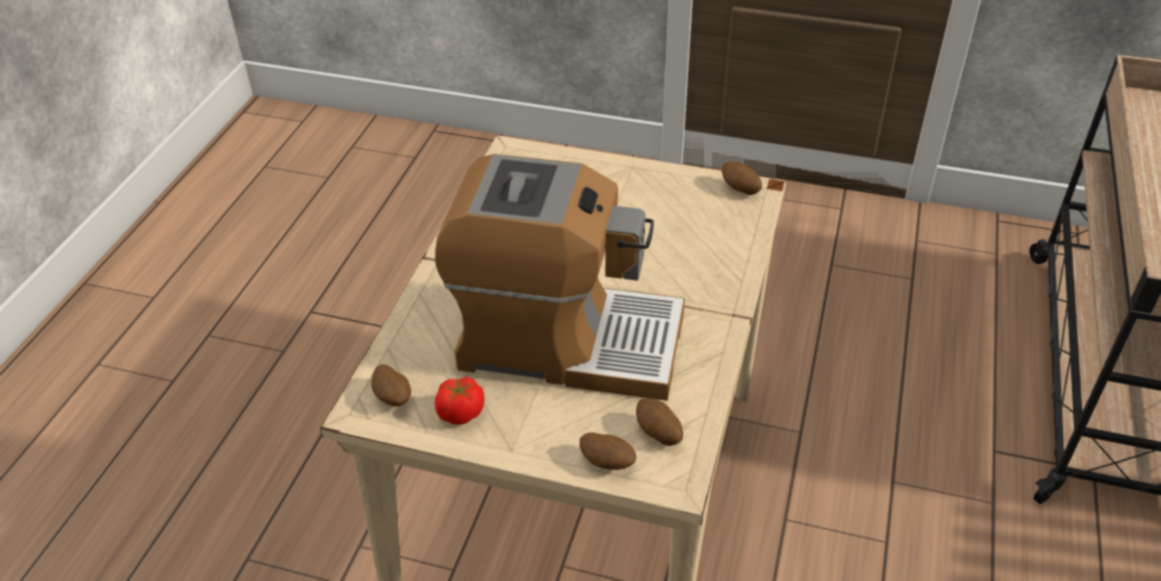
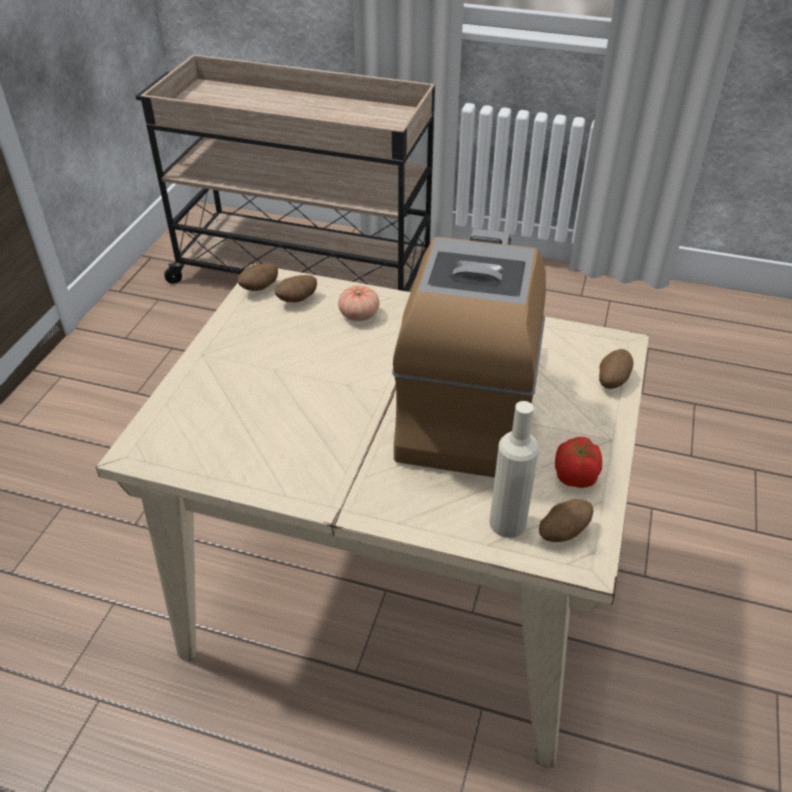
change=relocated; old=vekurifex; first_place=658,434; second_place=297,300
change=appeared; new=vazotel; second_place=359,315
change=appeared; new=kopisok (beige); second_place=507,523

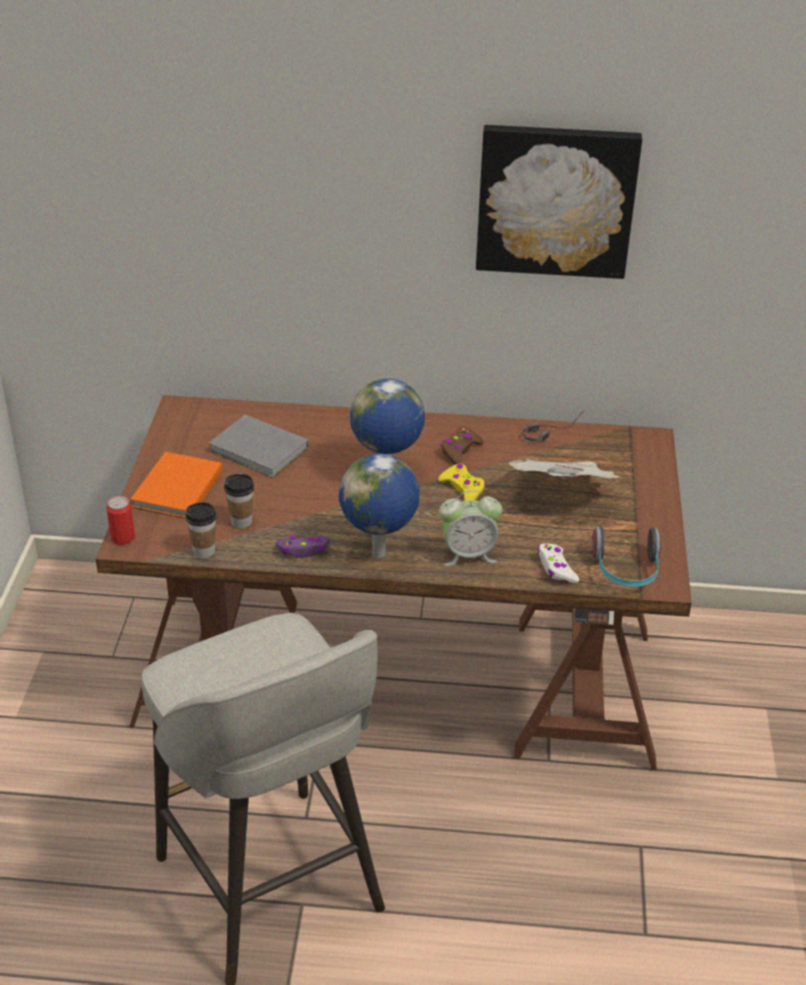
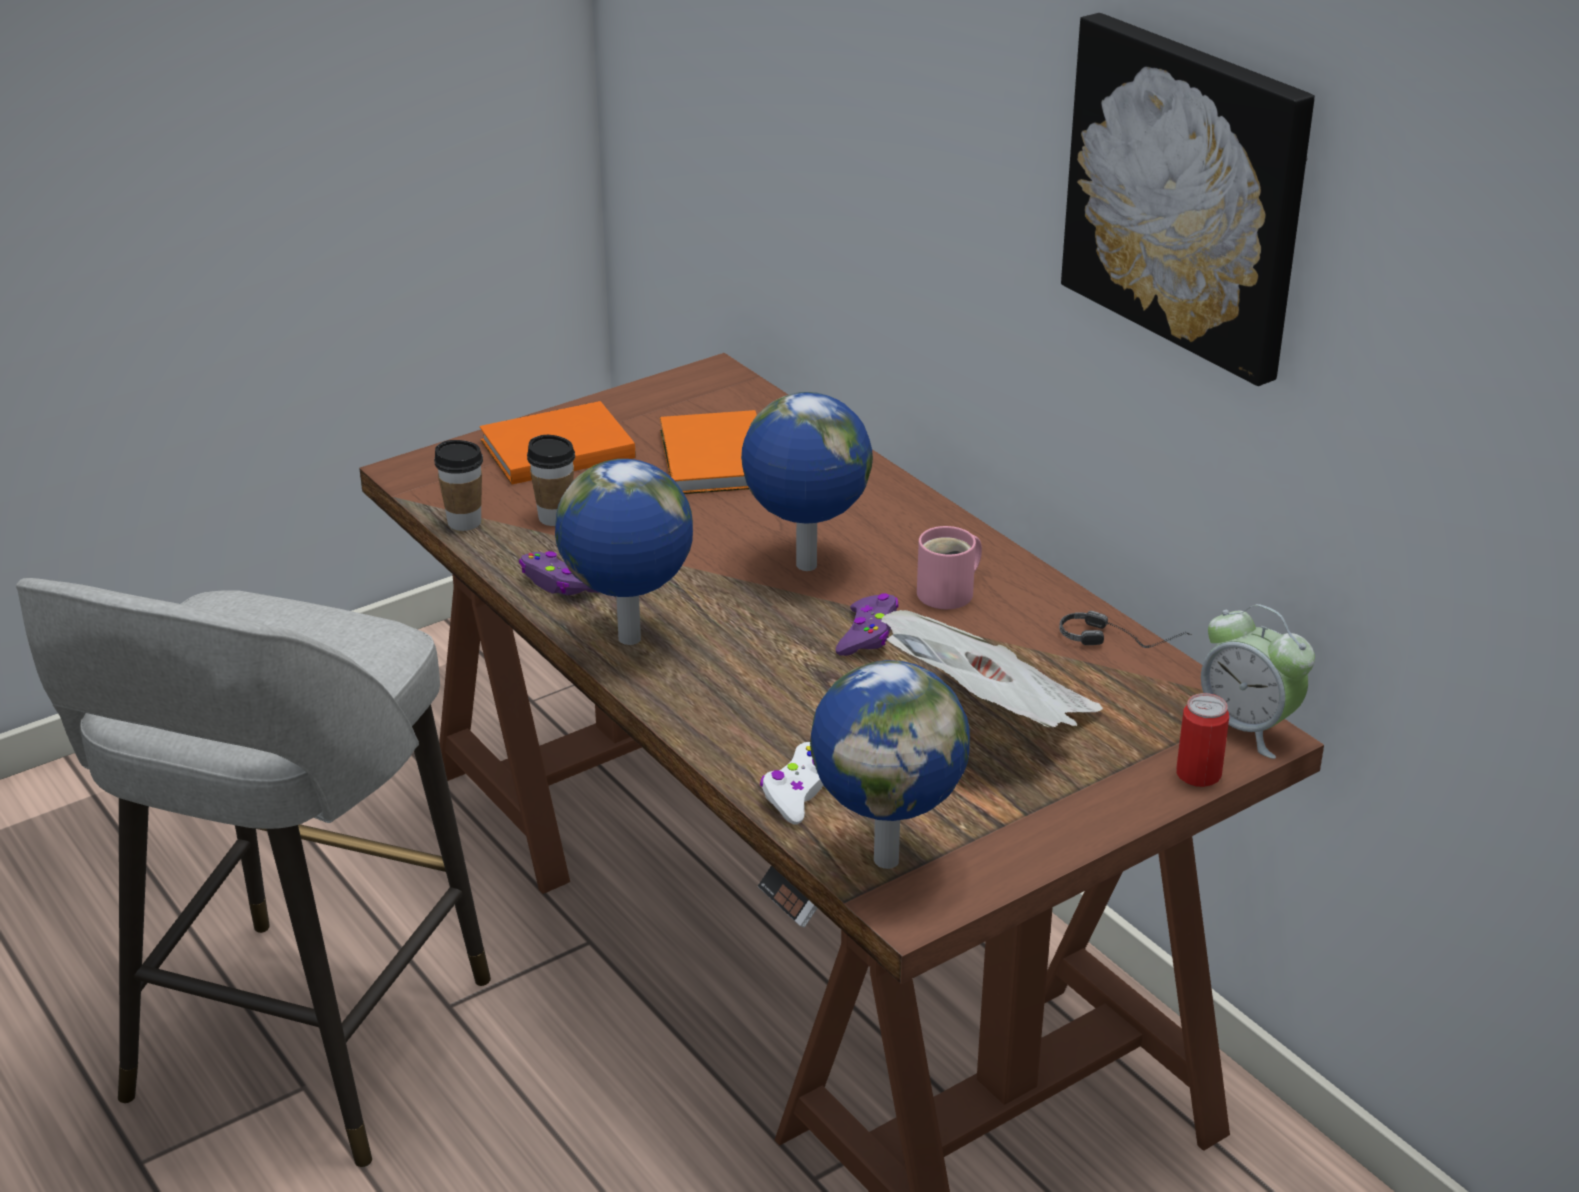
change=colour; old=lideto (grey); new=lideto (orange); first_place=260,451; second_place=713,461
change=exchanged; old=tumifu; new=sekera; first_place=626,571; second_place=887,858
change=colour; old=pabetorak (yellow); new=pabetorak (purple); first_place=462,488; second_place=868,634
change=exchanged; old=pabetorak (brown); new=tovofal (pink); first_place=460,450; second_place=950,593
change=relocated; old=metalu; first_place=123,538; second_place=1198,774
change=relocated; old=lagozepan; first_place=468,554; second_place=1247,728

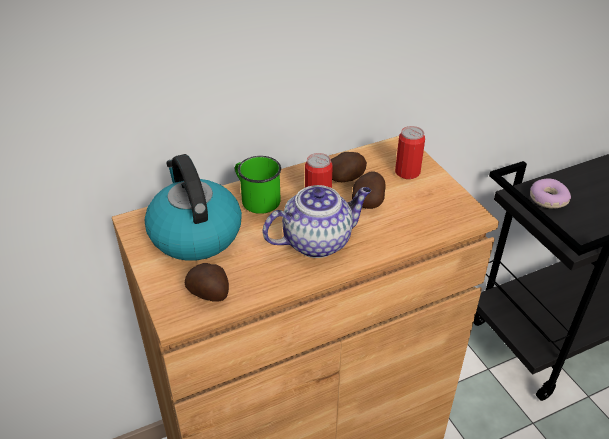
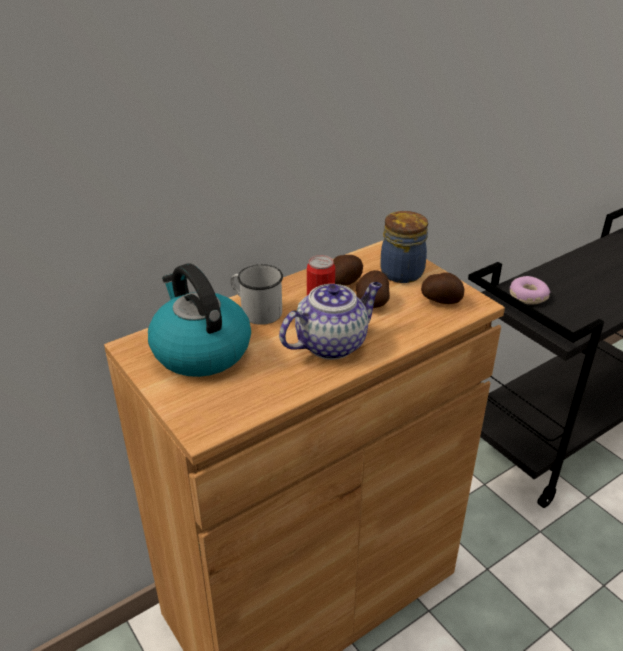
change=colour; old=tovofal (green); new=tovofal (white); first_place=256,198; second_place=256,311
change=exchanged; old=metalu; new=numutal; first_place=407,172; second_place=402,272
change=relocated; old=vekurifex; first_place=210,294; second_place=441,301

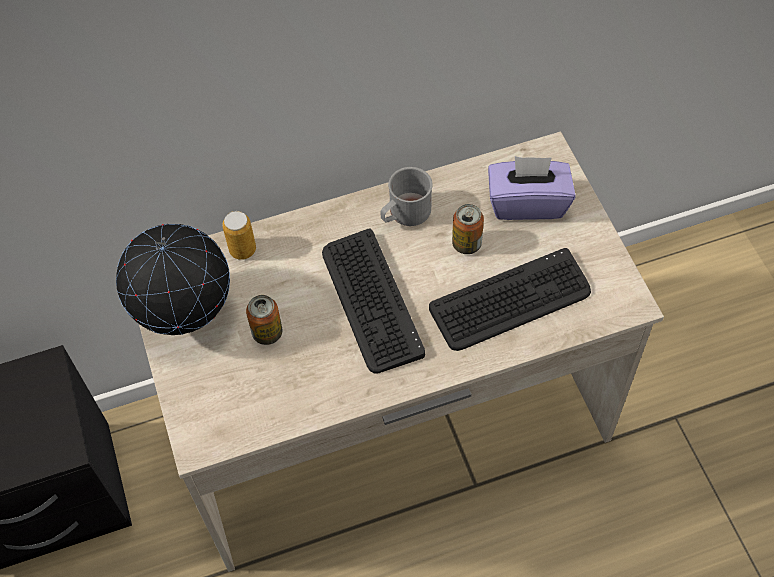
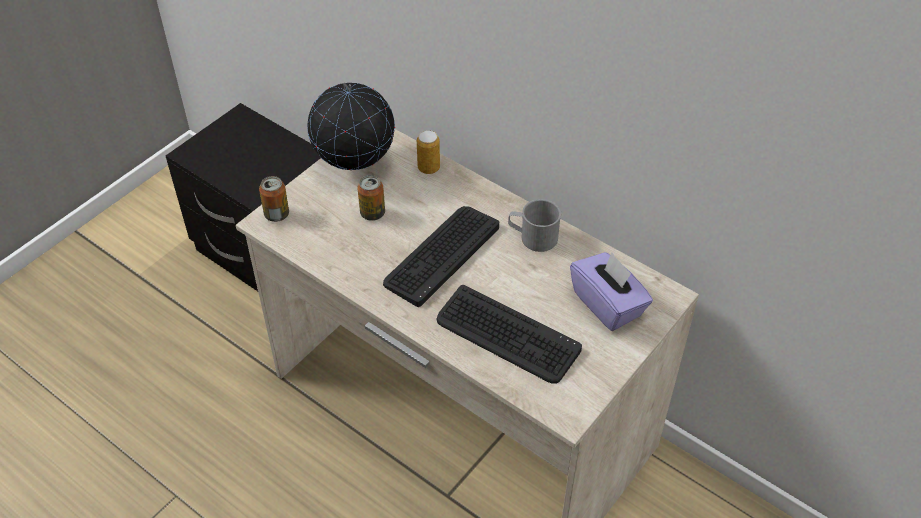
change=relocated; old=metalu; first_place=466,244; second_place=277,214

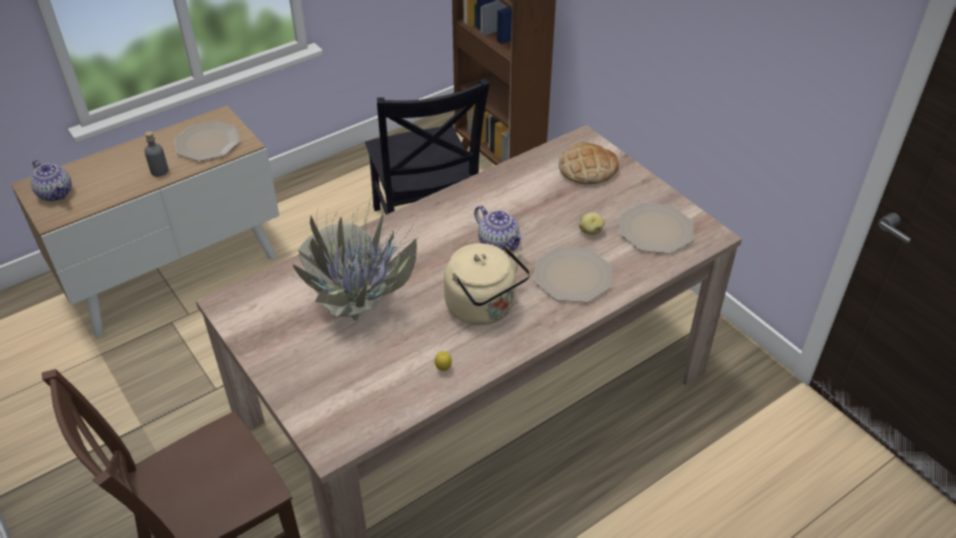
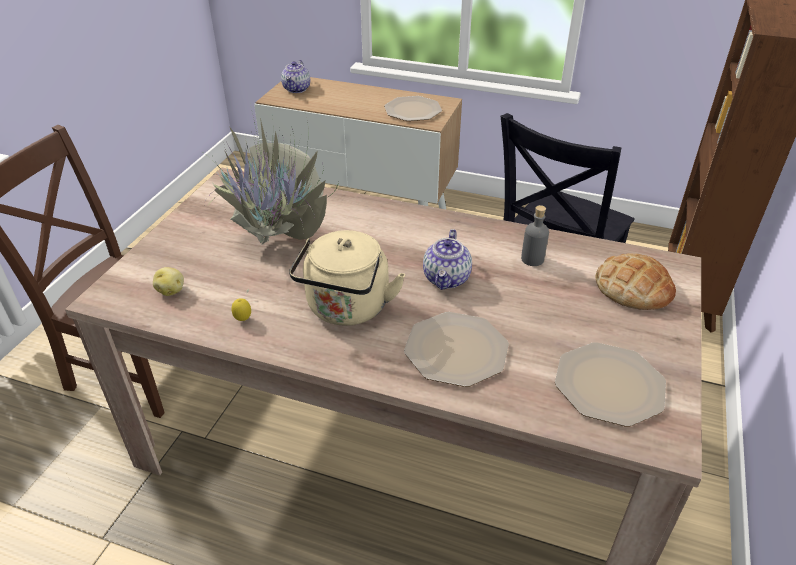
change=relocated; old=vekurifex; first_place=590,231; second_place=171,290
change=relocated; old=kopisok (grey); first_place=159,171; second_place=532,259

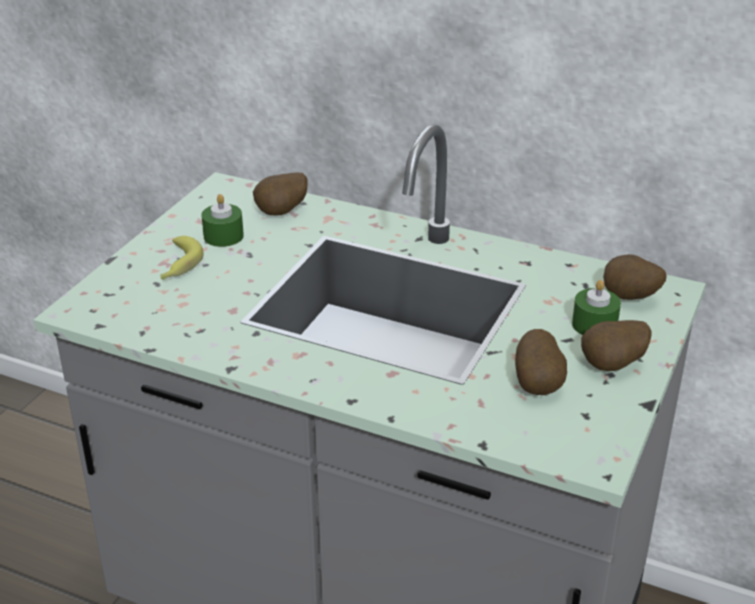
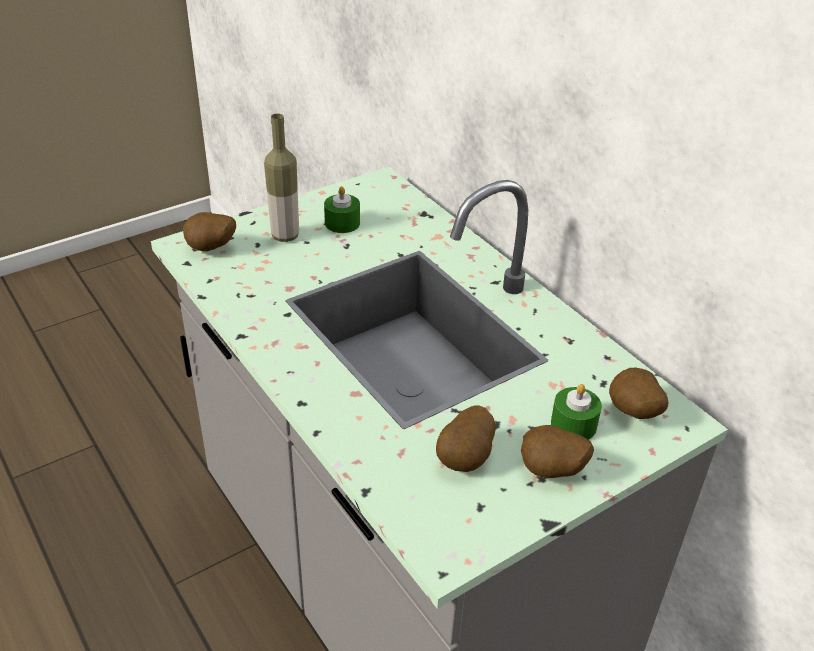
change=relocated; old=vekurifex; first_place=282,213; second_place=211,249
change=exchanged; old=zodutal; new=kopisok; first_place=177,266; second_place=285,236

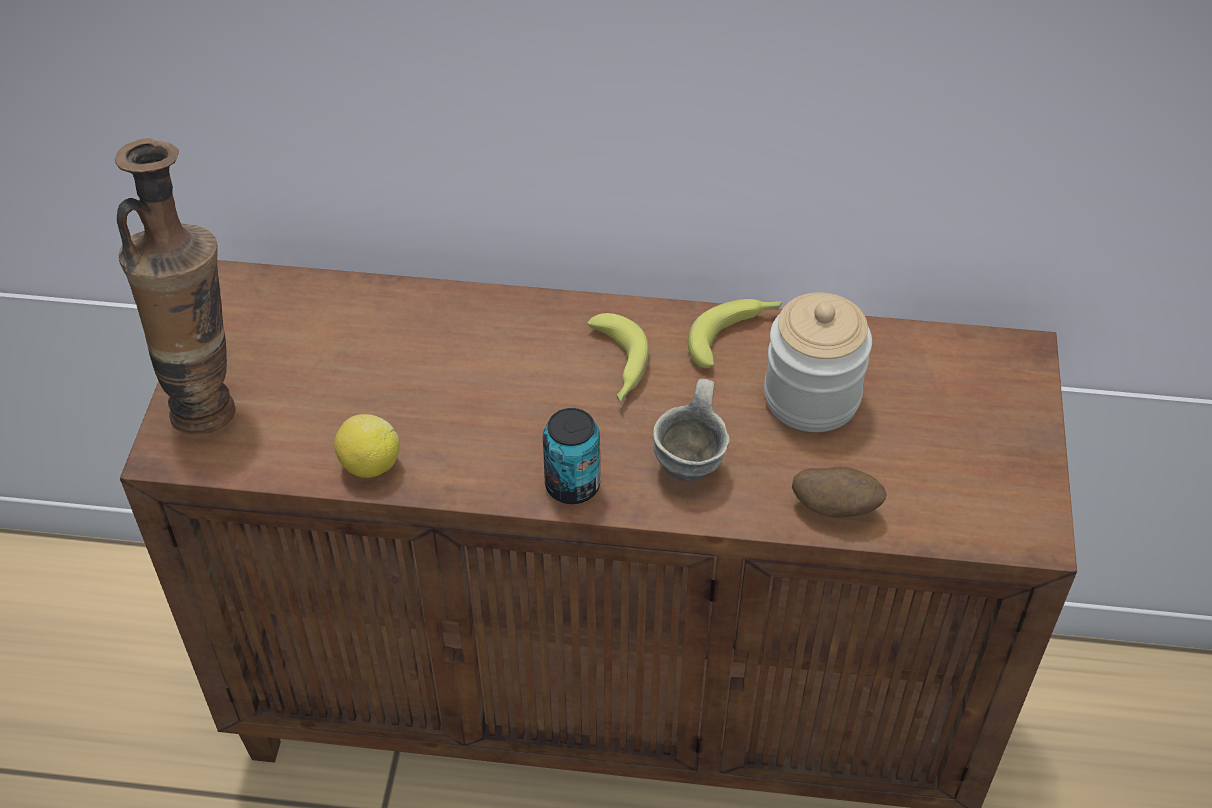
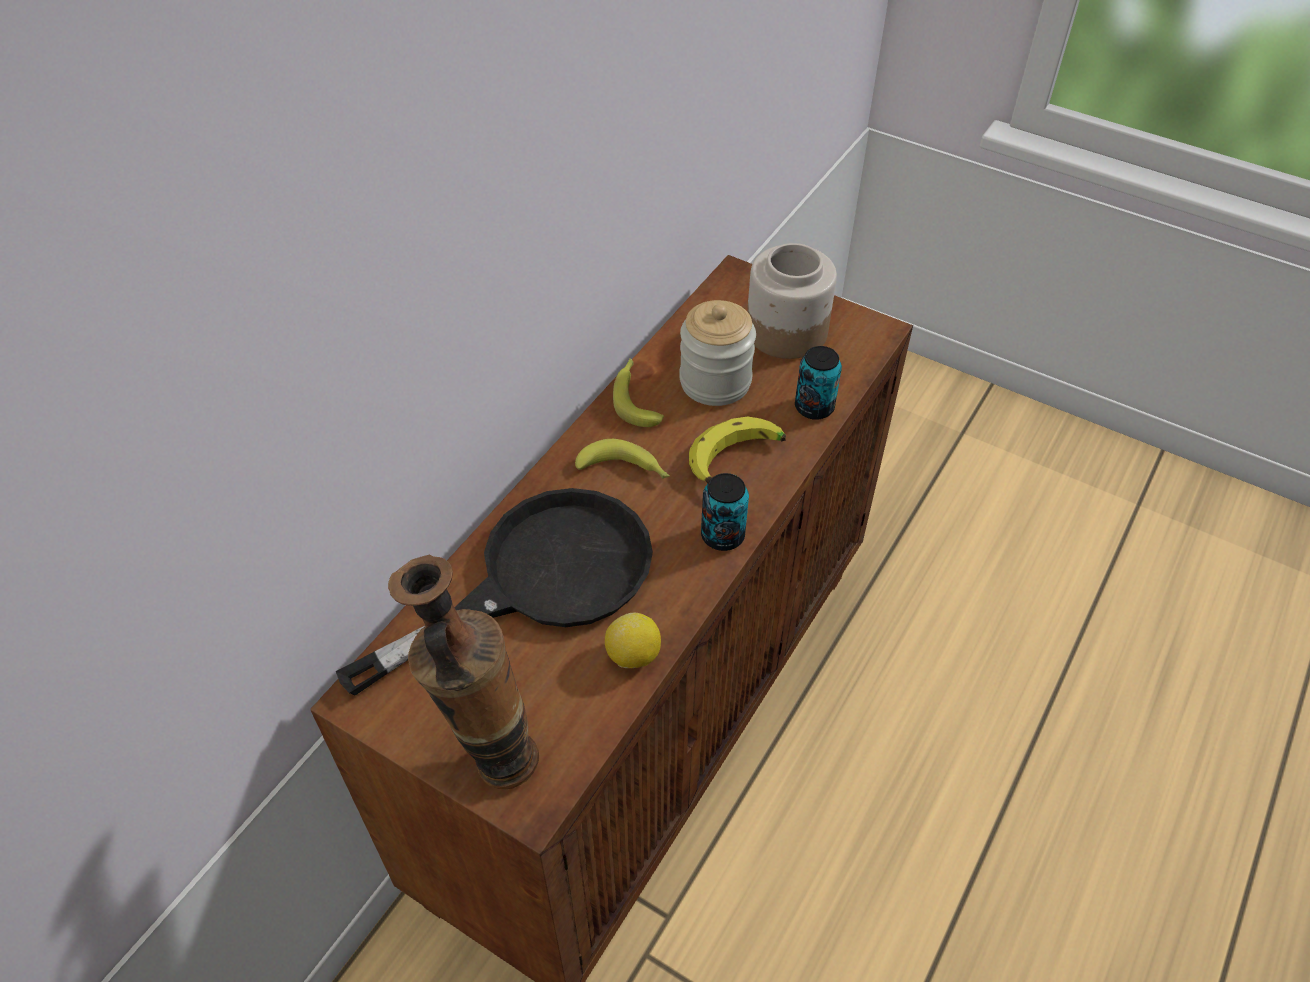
change=appeared; new=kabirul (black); second_place=539,580
change=exchanged; old=tovofal (grey); new=zodutal; first_place=694,463; second_place=738,462
change=appeared; new=numutal; second_place=785,332
change=exchanged; old=vekurifex; new=metalu; first_place=835,507; second_place=814,407

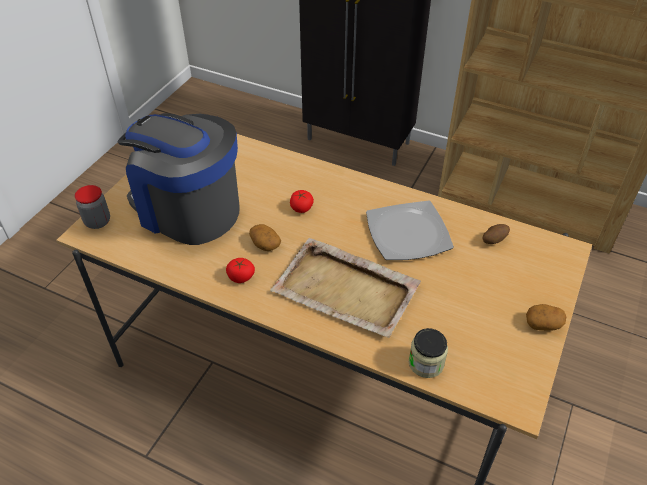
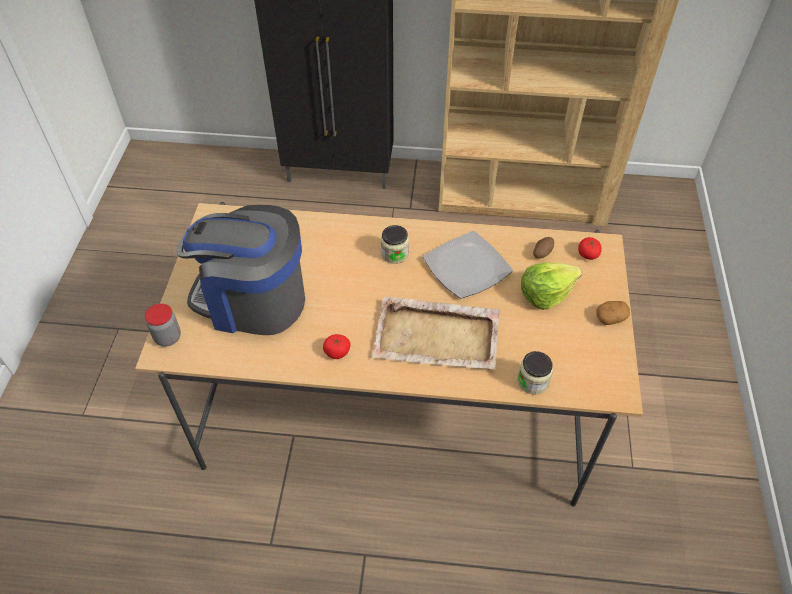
change=appeared; new=numutal; second_place=394,254
change=appeared; new=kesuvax; second_place=545,293
change=relocated; old=vazotel; first_place=301,208; second_place=588,254
change=missing; old=vekurifex; first_place=265,244

